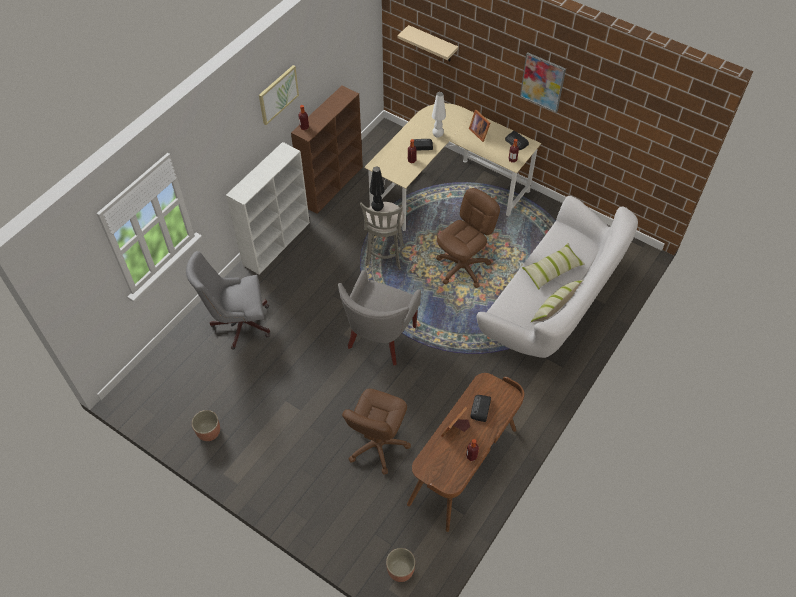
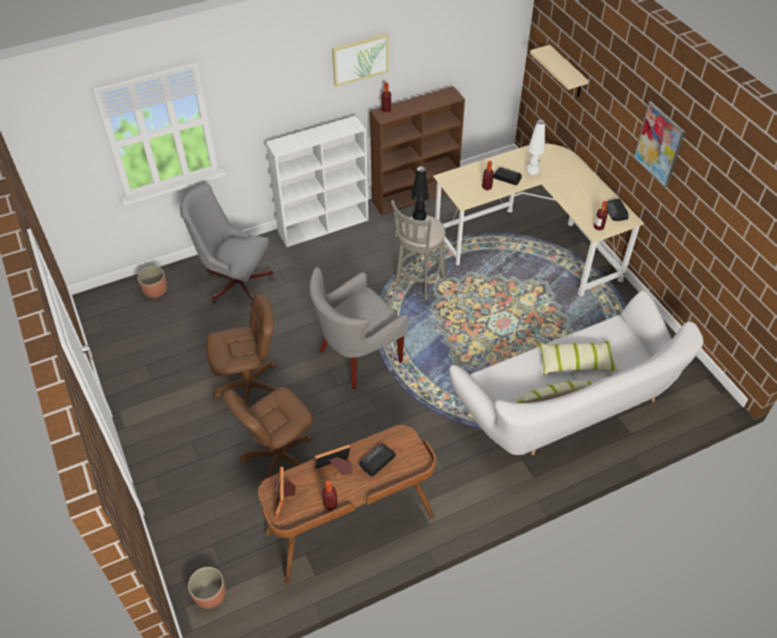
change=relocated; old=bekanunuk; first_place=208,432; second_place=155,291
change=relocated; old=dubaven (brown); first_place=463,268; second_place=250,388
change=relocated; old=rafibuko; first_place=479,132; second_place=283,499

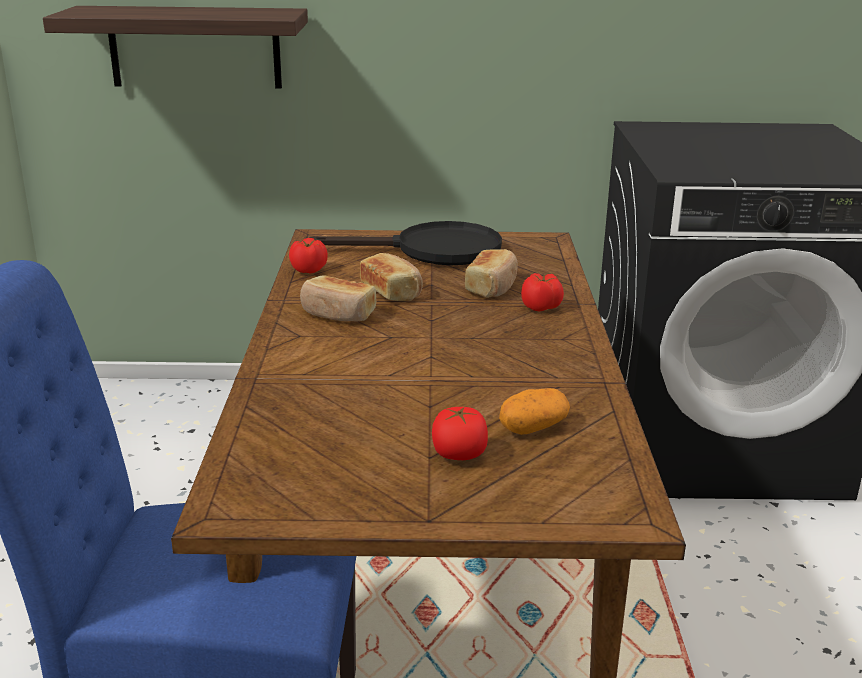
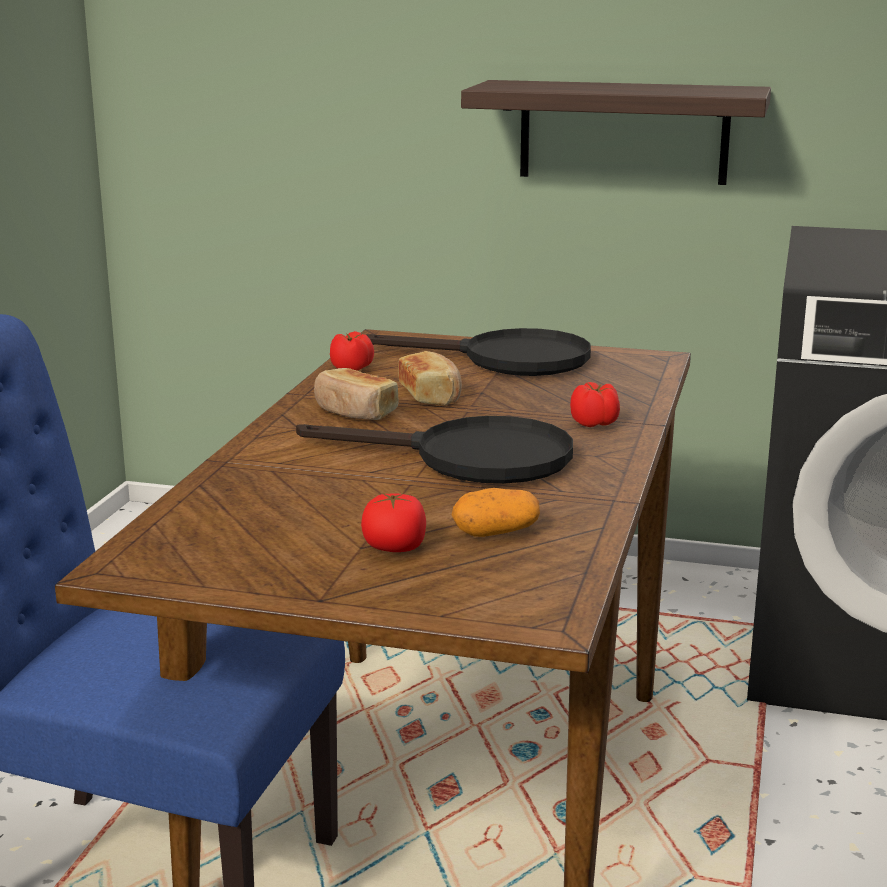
change=appeared; new=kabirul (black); second_place=471,459
change=relocated; old=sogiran; first_place=195,47; second_place=623,132
change=missing; old=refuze; first_place=492,286

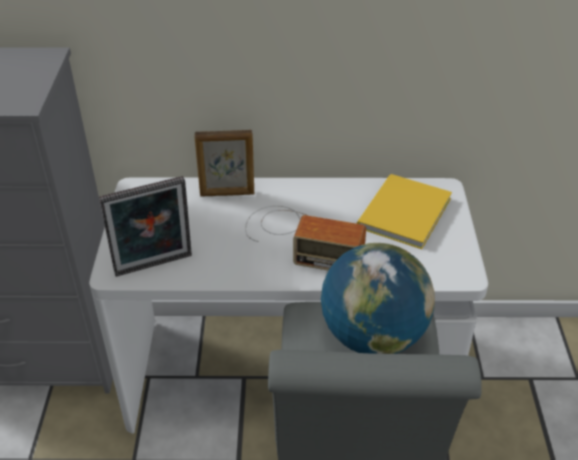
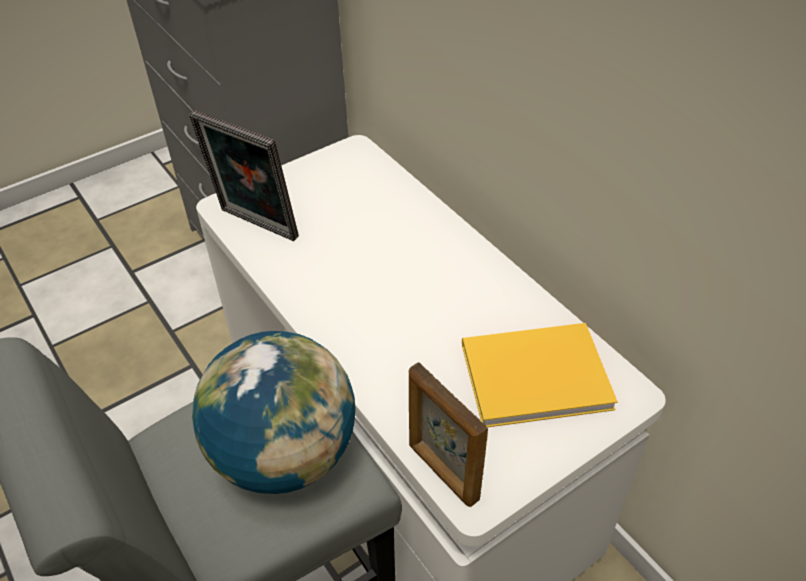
change=relocated; old=rafibuko; first_place=227,194; second_place=442,472
change=missing; old=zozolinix; first_place=301,238

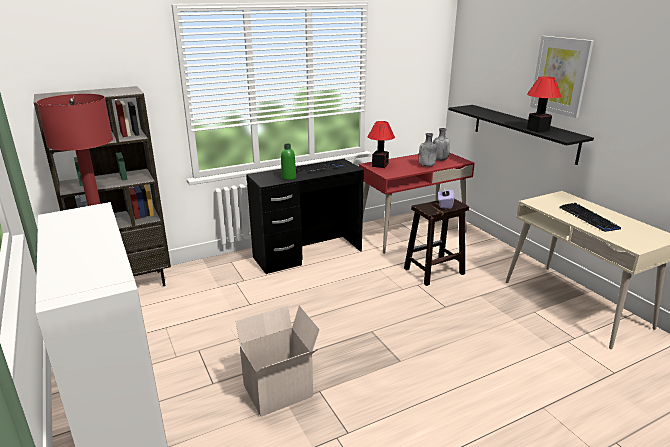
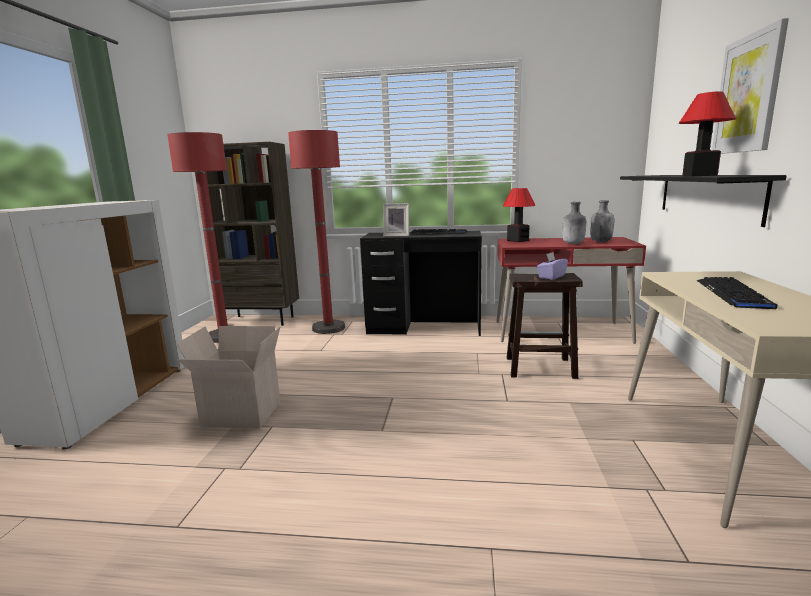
change=appeared; new=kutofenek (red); second_place=328,328
change=exchanged; old=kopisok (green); new=rafibuko; first_place=288,177; second_place=397,235

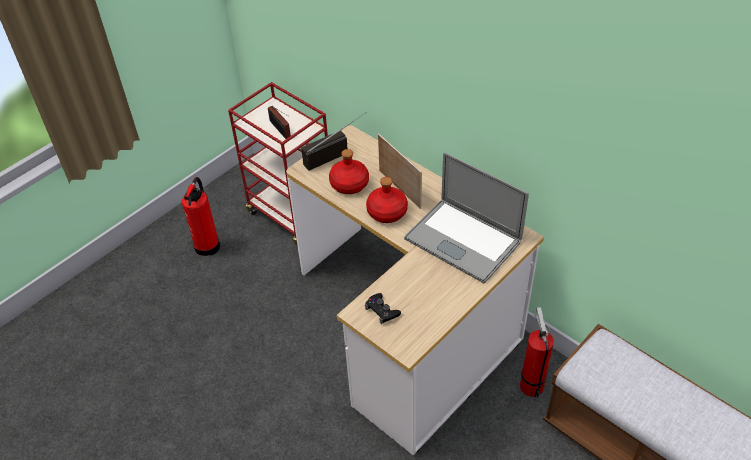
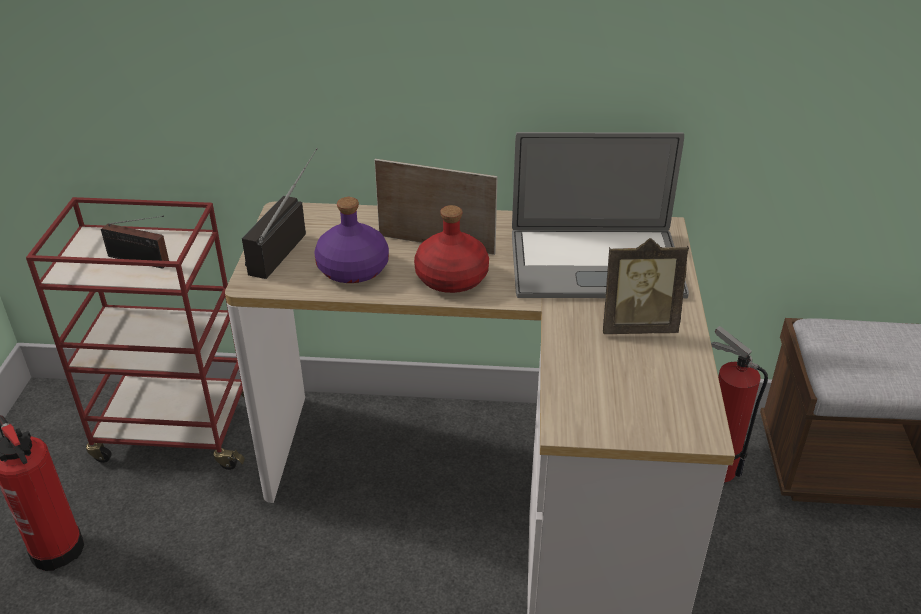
change=colour; old=kopisok (red); new=kopisok (purple); first_place=349,184; second_place=352,269
change=appeared; new=rafibuko; second_place=637,325
change=missing; old=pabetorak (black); first_place=382,311

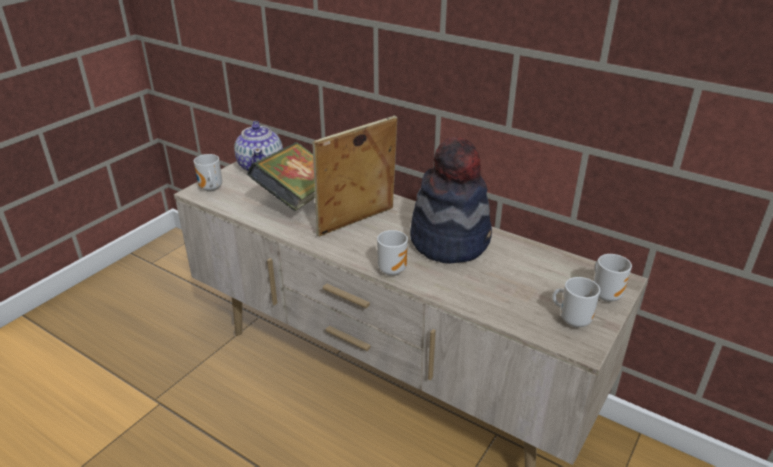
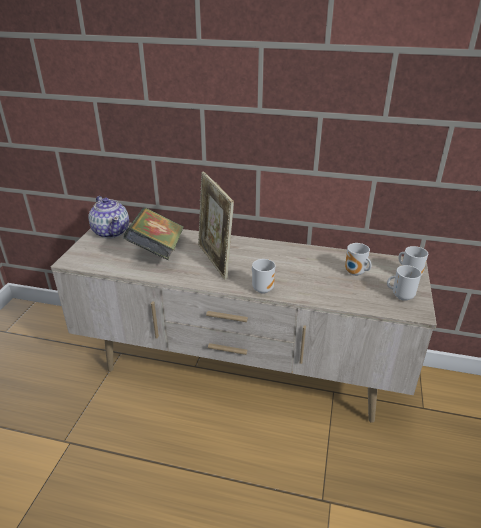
change=spun; old=rafibuko; first_place=357,224; second_place=215,261; degrees=-60
change=relocated; old=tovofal; first_place=210,189; second_place=355,273
change=missing; old=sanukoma; first_place=450,240

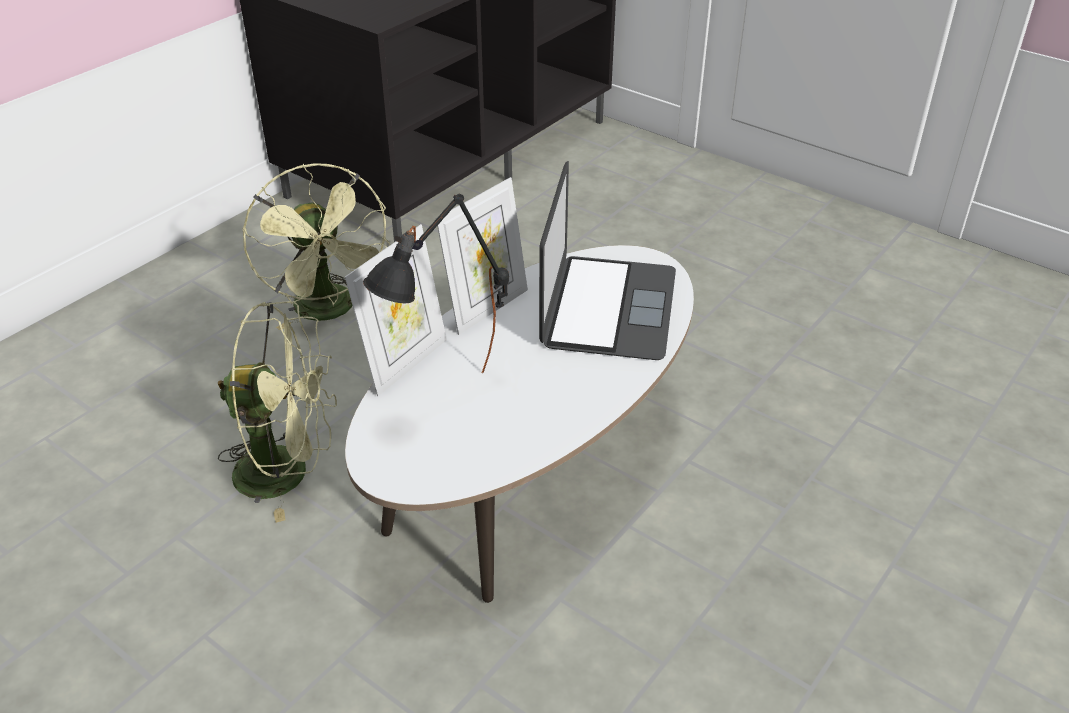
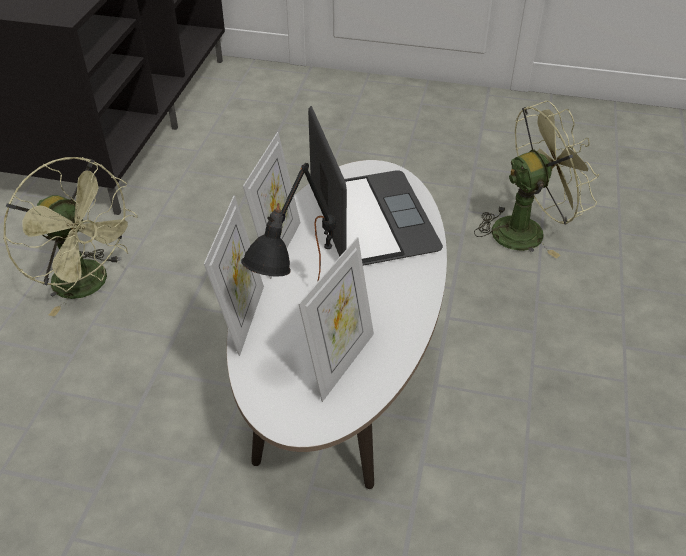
change=appeared; new=rafibuko; second_place=339,362
change=relocated; old=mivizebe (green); first_place=288,472; second_place=527,229

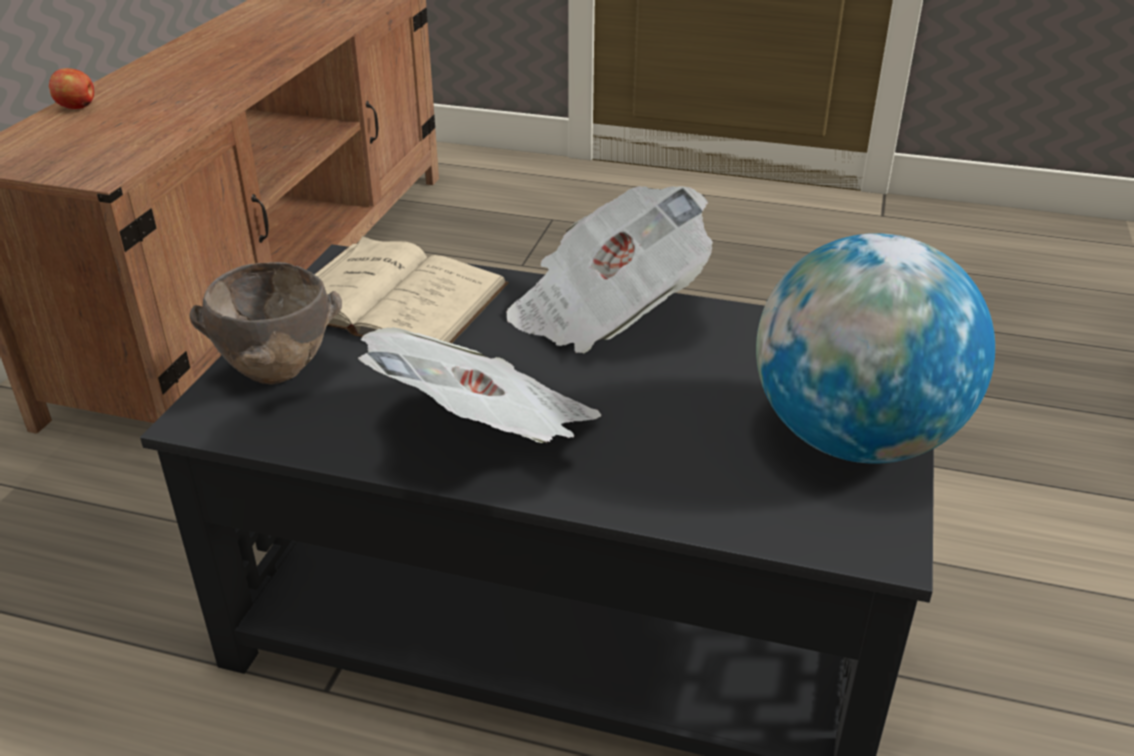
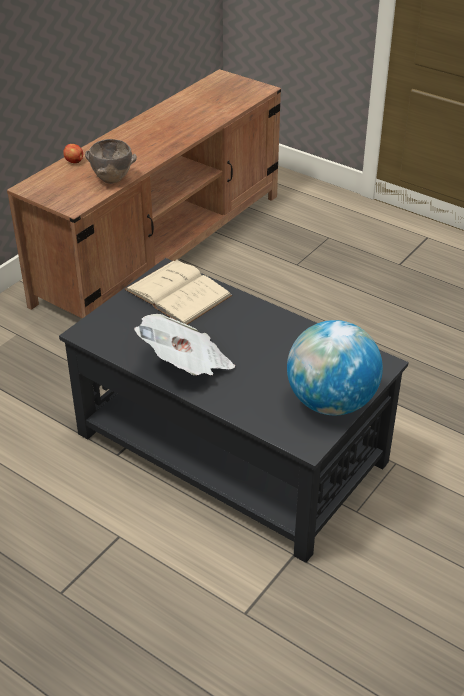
change=relocated; old=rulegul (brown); first_place=274,373; second_place=111,180
change=missing; old=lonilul; first_place=606,312

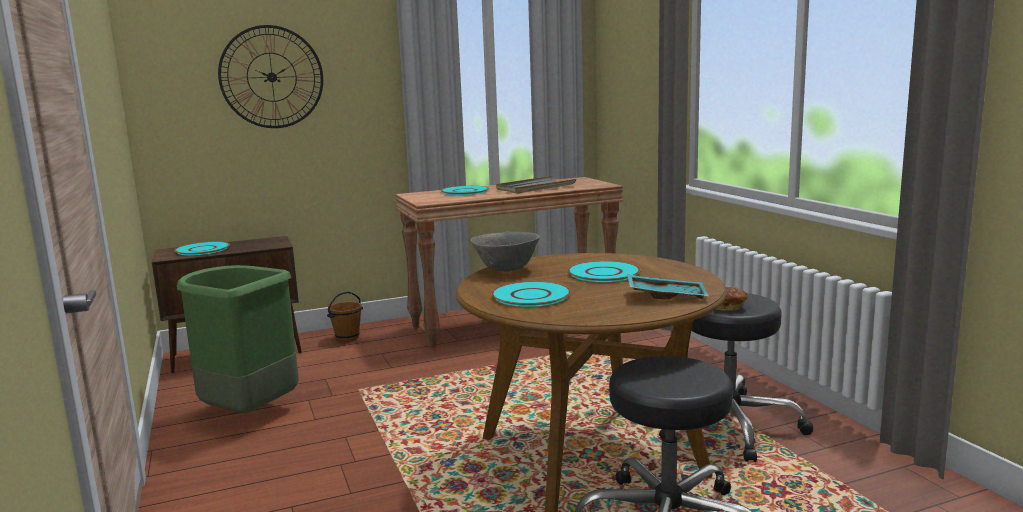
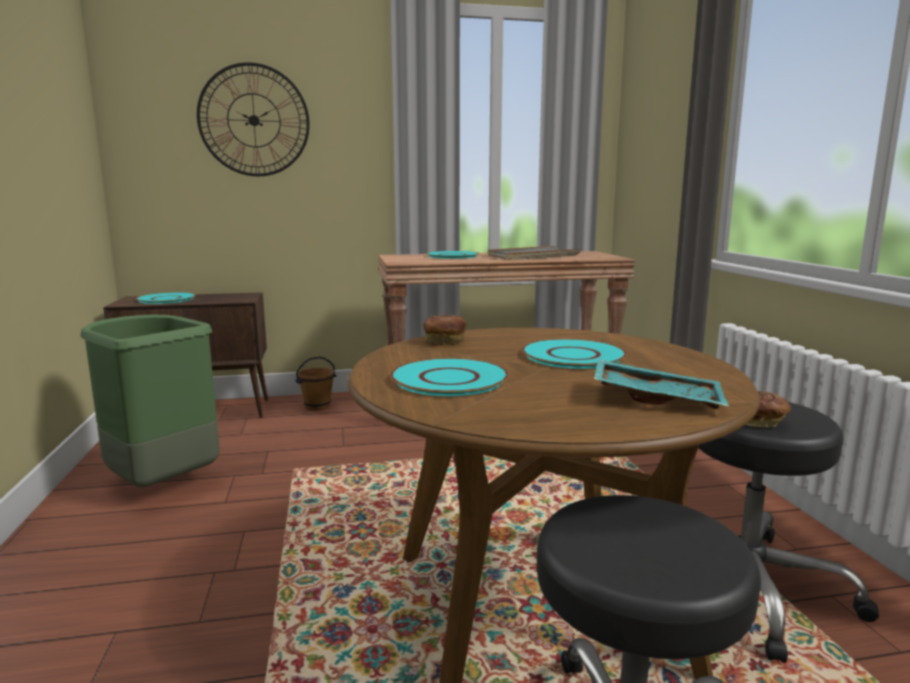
change=exchanged; old=rulegul (grey); new=refuze; first_place=506,270; second_place=444,341

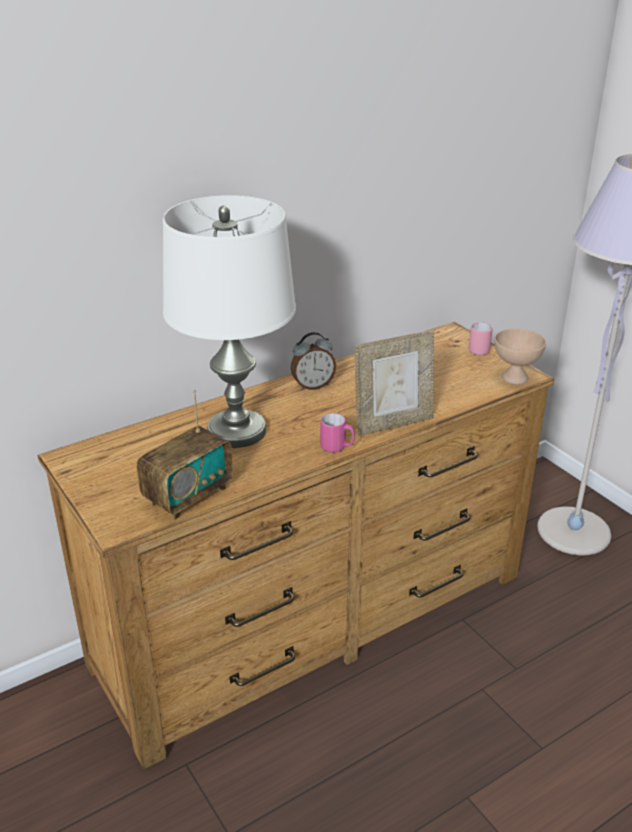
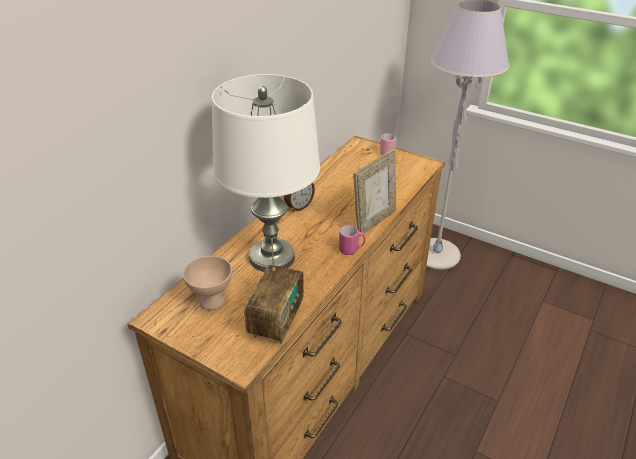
change=relocated; old=rulegul (beige); first_place=515,378; second_place=213,301

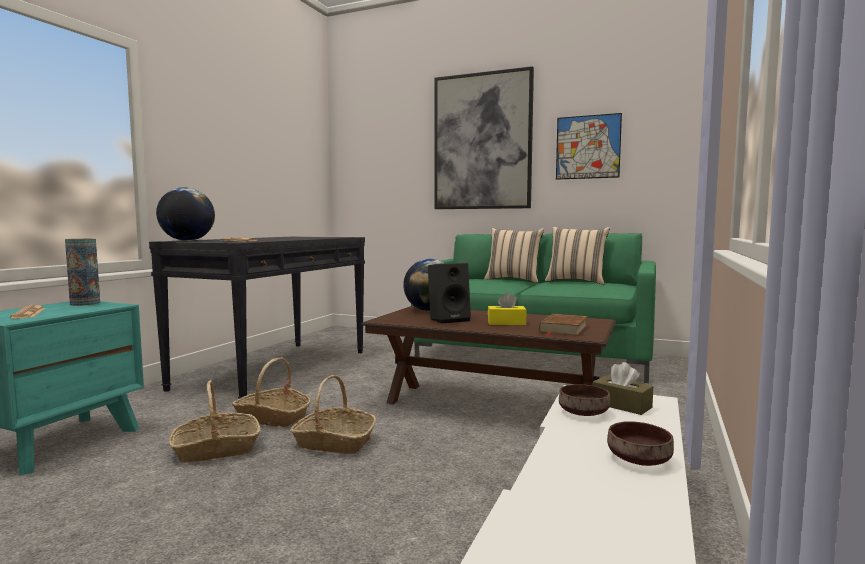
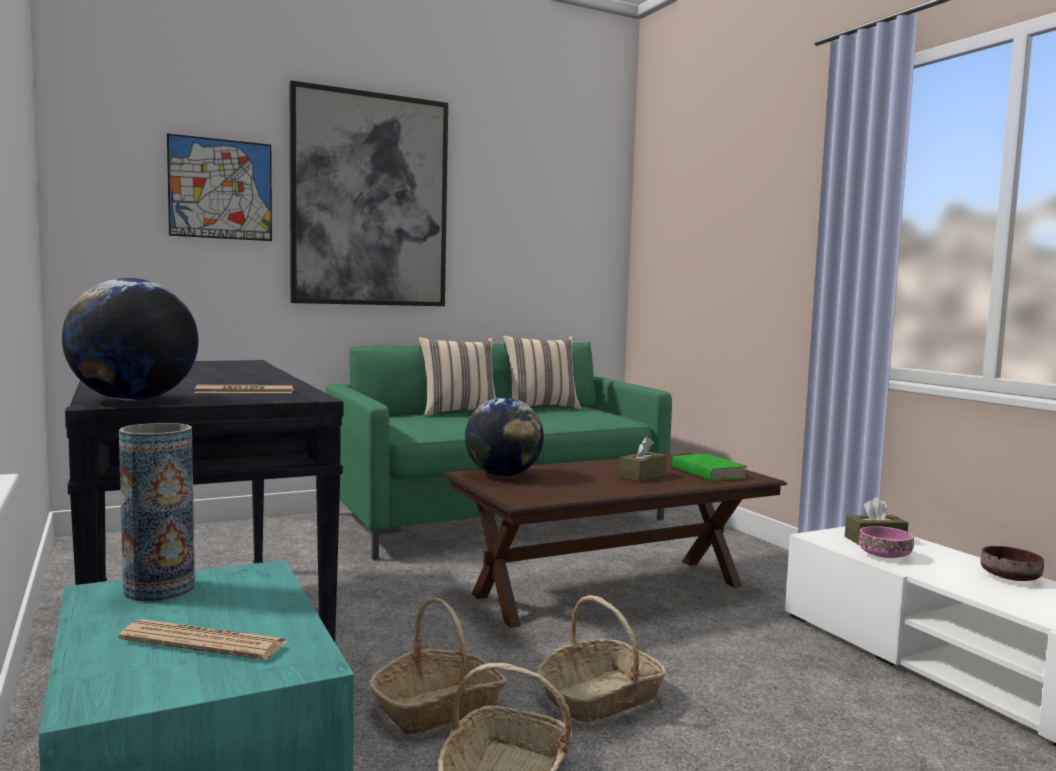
change=relocated; old=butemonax; first_place=588,147; second_place=220,189
change=colour; old=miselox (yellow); new=miselox (brown); first_place=506,323; second_place=642,476
change=colour; old=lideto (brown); new=lideto (green); first_place=563,329; second_place=708,473
change=colour; old=rulegul (brown); new=rulegul (pink); first_place=583,412; second_place=883,555
change=missing; old=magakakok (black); first_place=449,319

